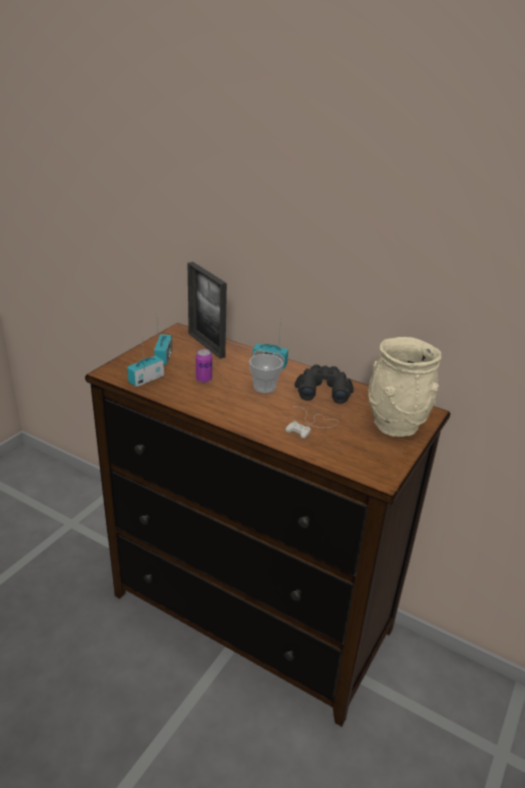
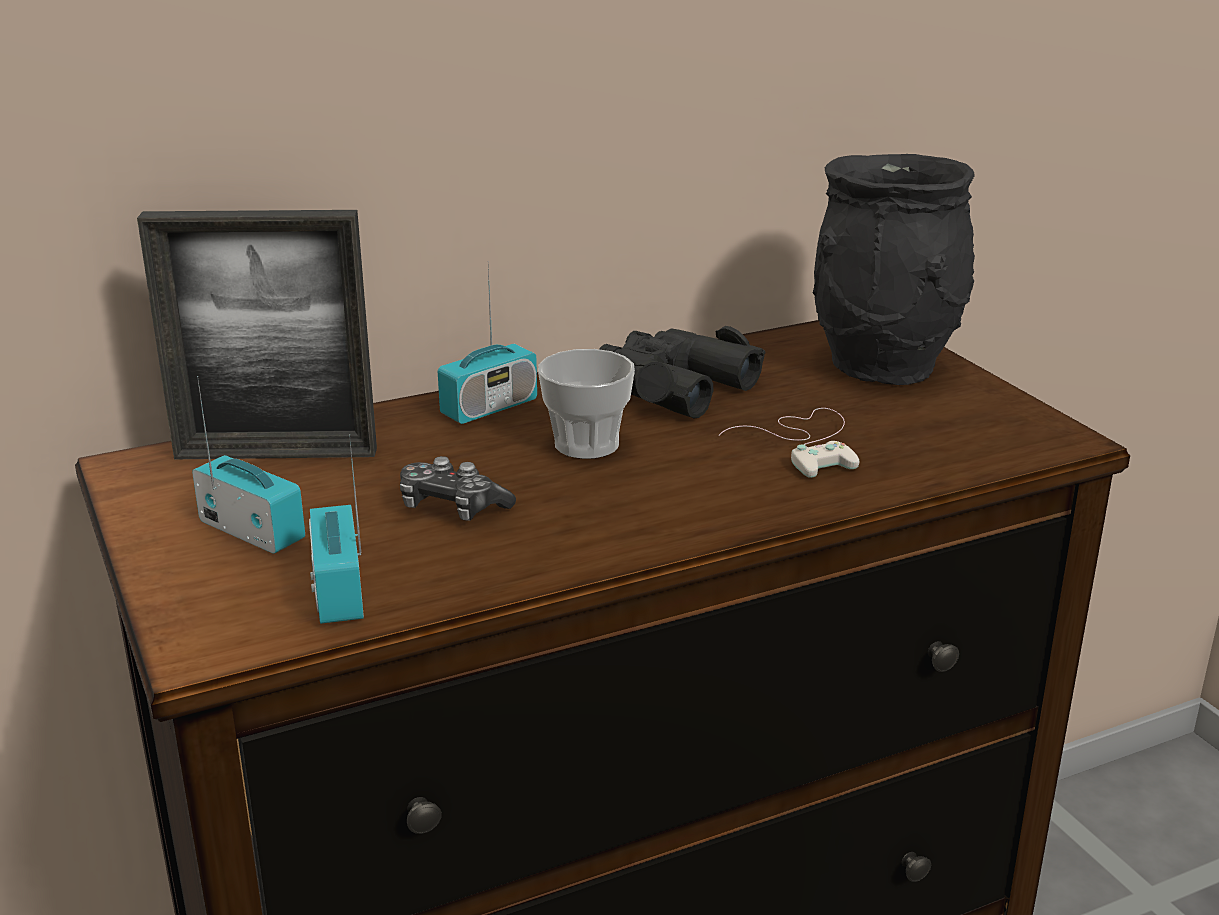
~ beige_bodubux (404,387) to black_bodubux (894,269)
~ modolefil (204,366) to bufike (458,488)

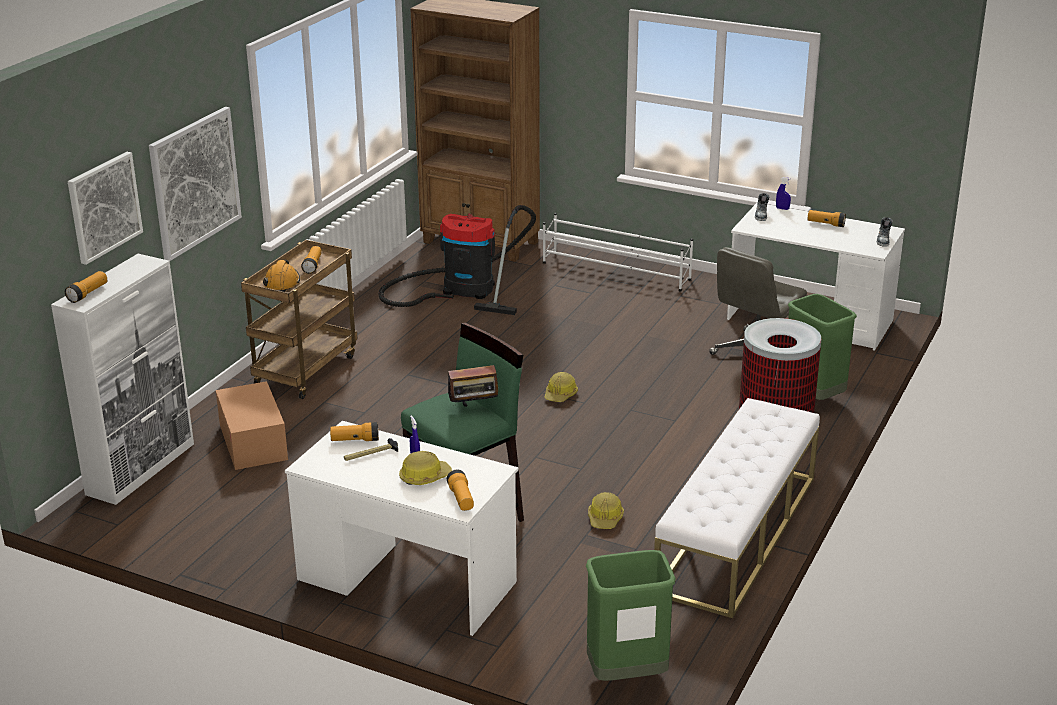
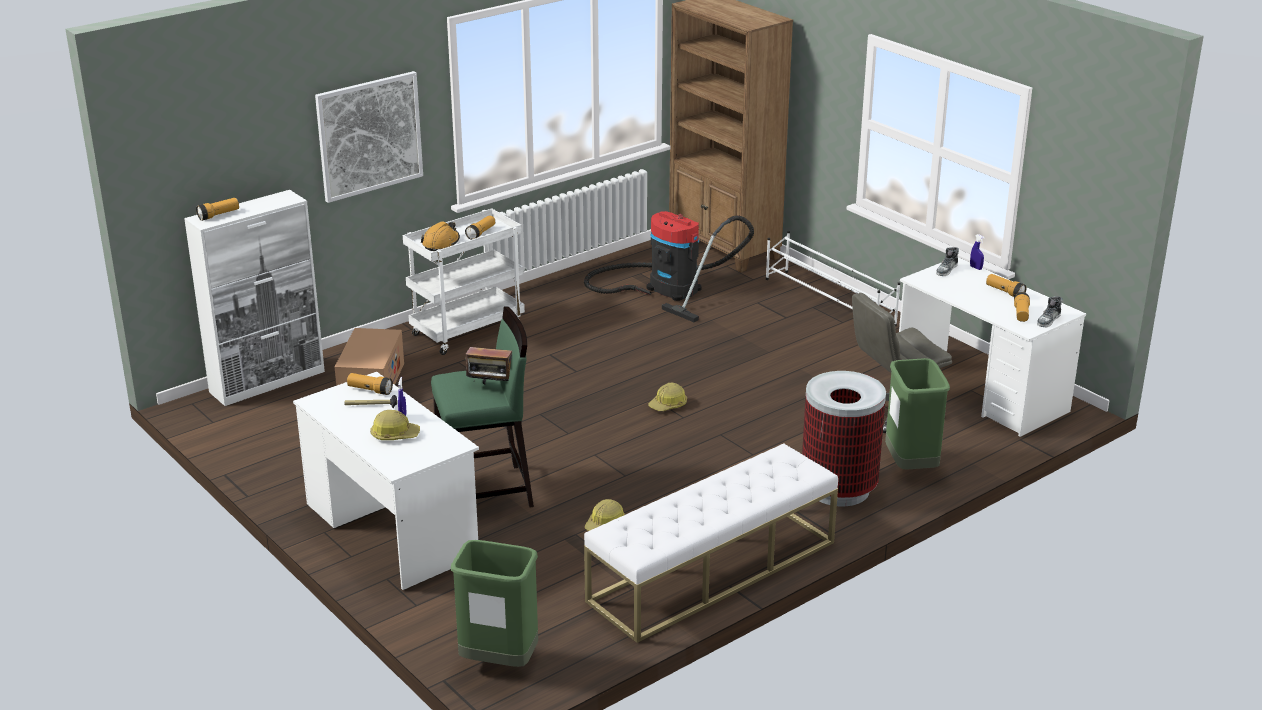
- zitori (105,208)
~ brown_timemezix (299,319) to white_timemezix (464,281)
~ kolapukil (460,490) to (1022,307)

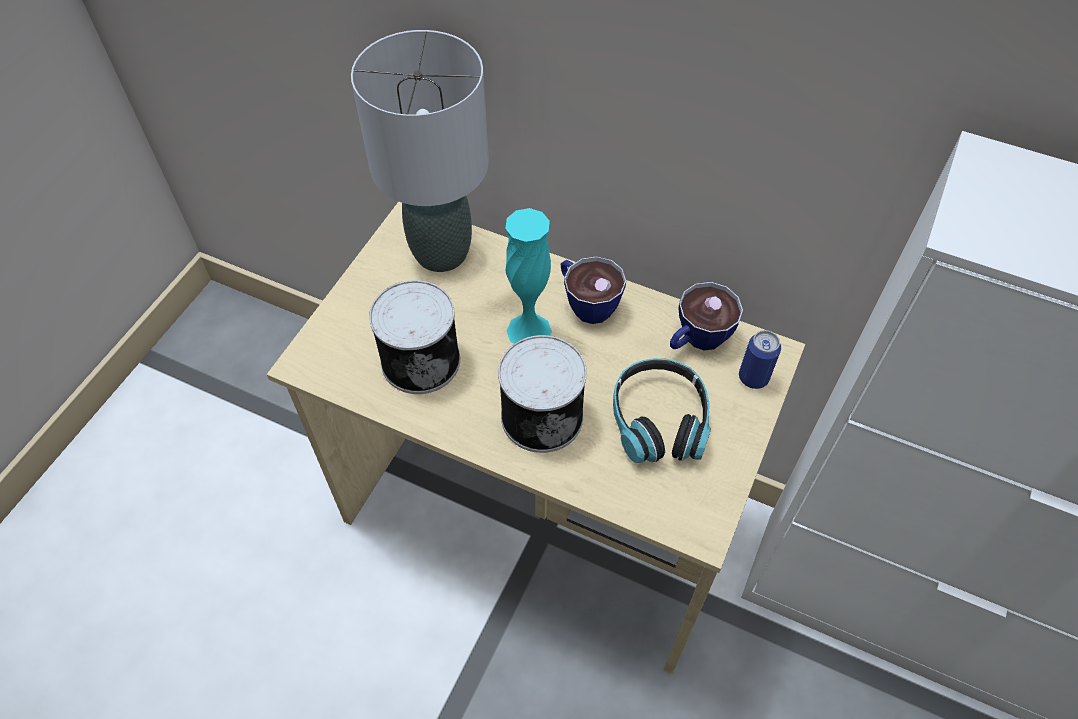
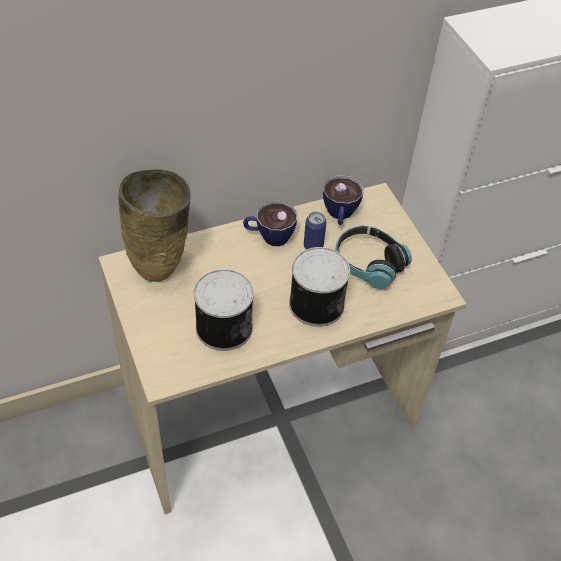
~ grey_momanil (420,151) to beige_bodubux (154,225)
- turquoise_bodubux (528,276)
~ modolefil (760,359) to (315,230)

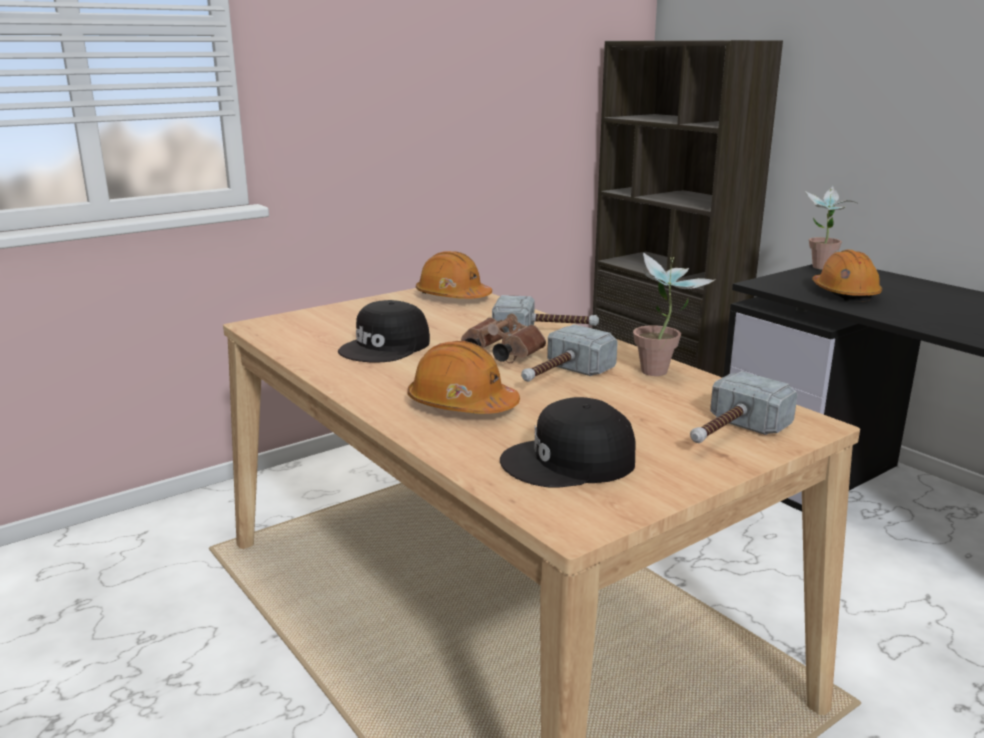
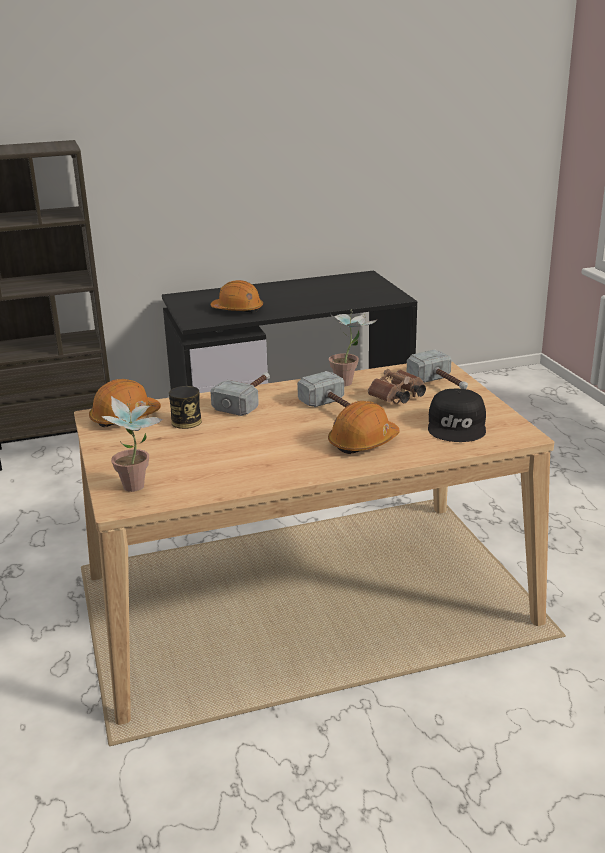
~ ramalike (831,228) to (132,444)
- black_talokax (384,331)
~ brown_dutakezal (503,338) to (397,386)
+ modolefil (185,407)

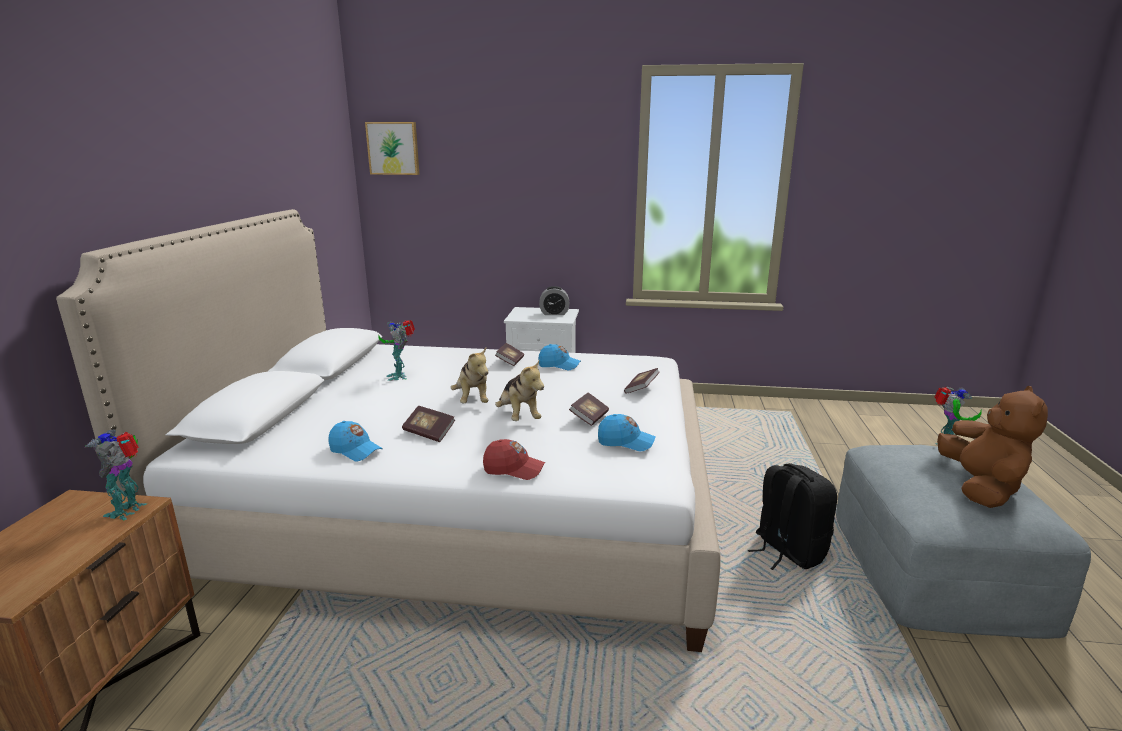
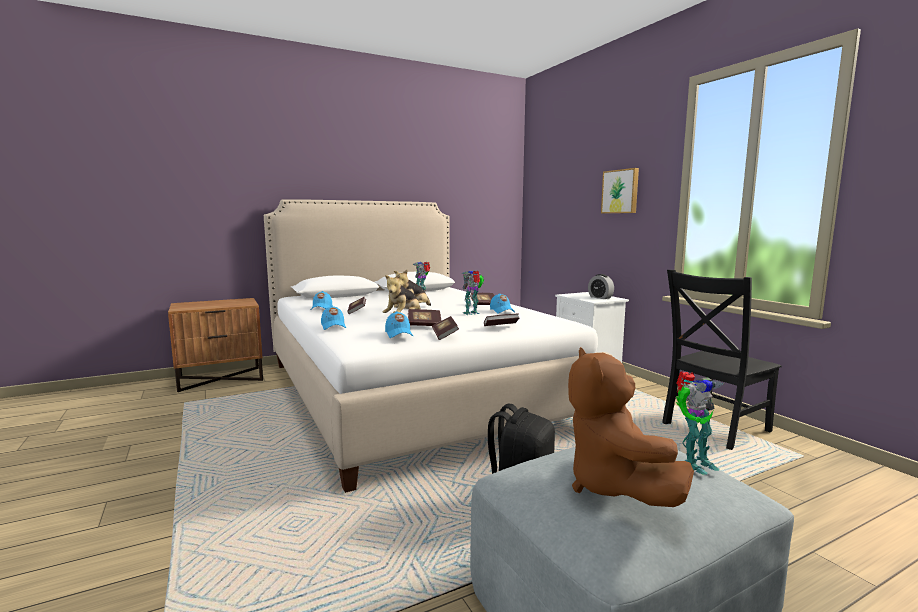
~ zitori (392,148) to (620,190)
~ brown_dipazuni (992,447) = (631,427) 105 degrees clockwise
~ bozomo (116,475) to (473,292)
~ red_talokax (514,459) to blue_talokax (333,318)
+ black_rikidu (722,360)
+ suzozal (445,328)

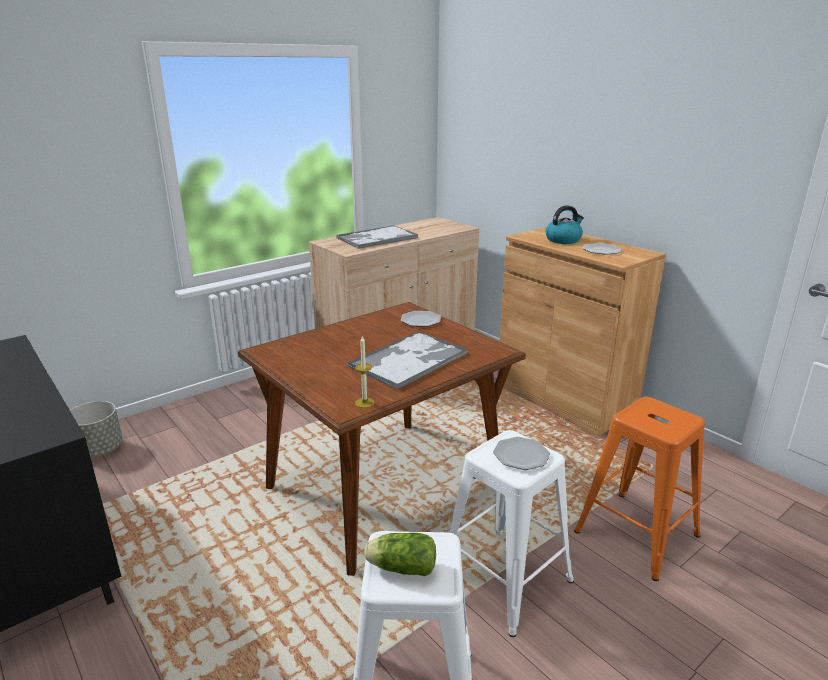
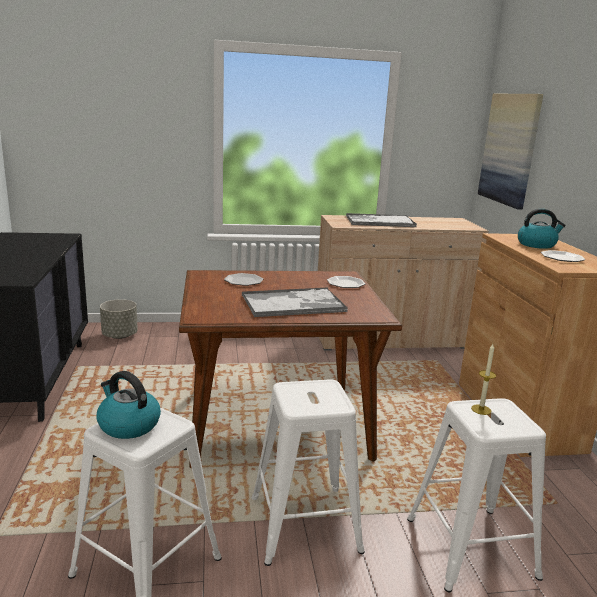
~ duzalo (365,371) to (483,379)
~ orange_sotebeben (639,489) to white_sotebeben (476,495)
~ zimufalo (521,453) to (243,279)
~ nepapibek (400,554) to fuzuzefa (128,405)
+ zitori (510,152)

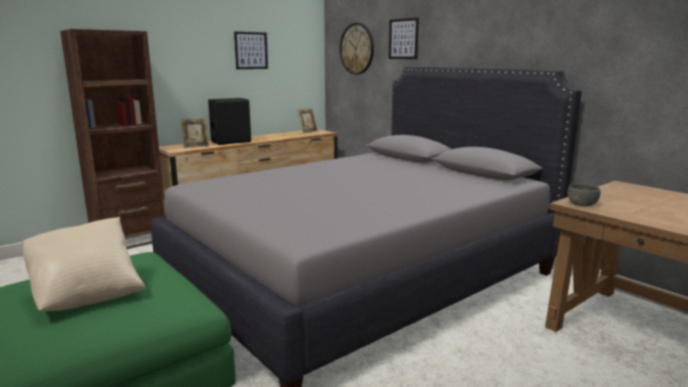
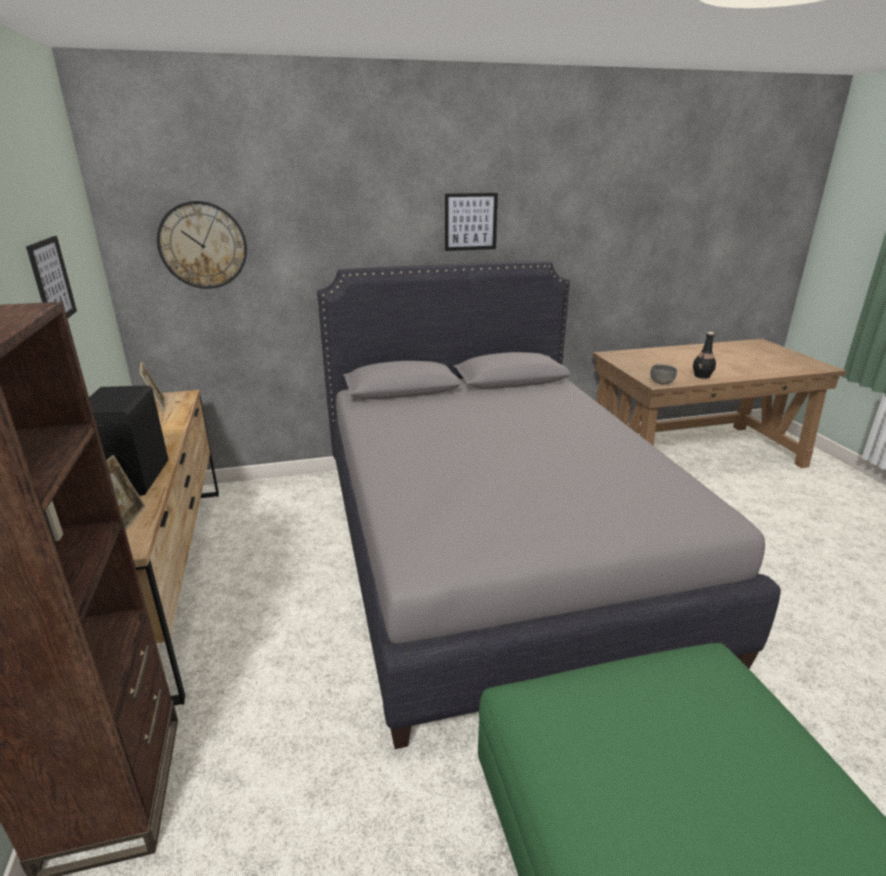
~ zitori (404,38) to (471,222)
- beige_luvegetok (84,264)
+ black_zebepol (704,355)

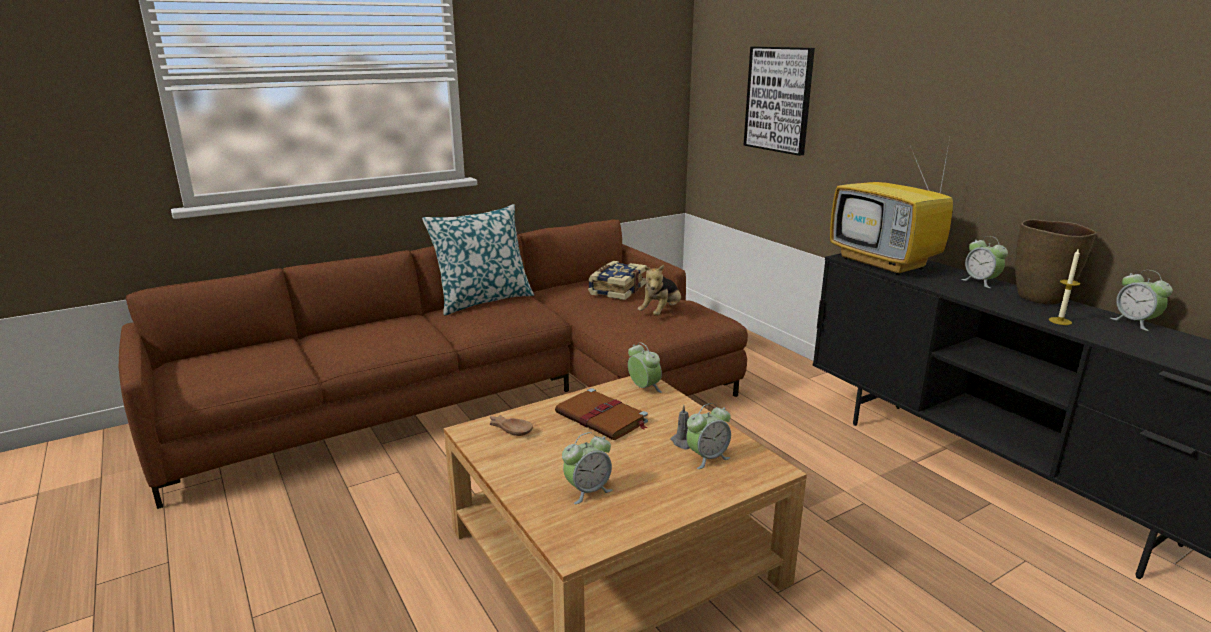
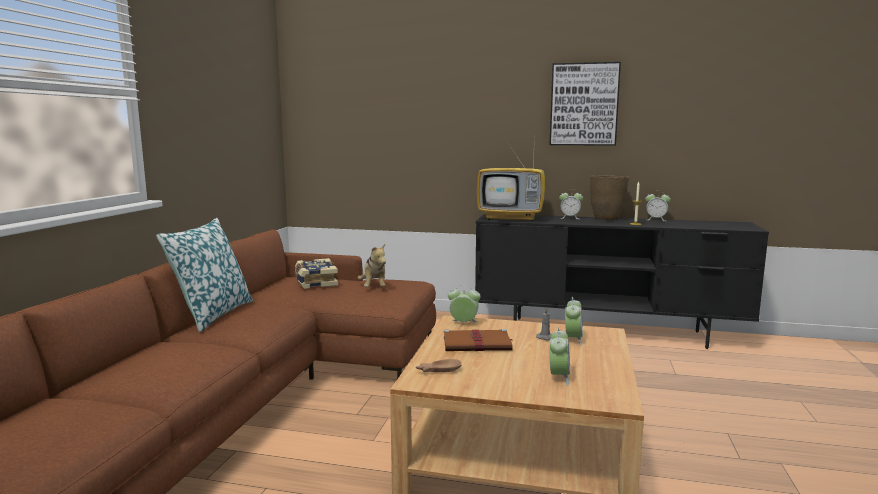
~ zitori (779,101) to (585,104)

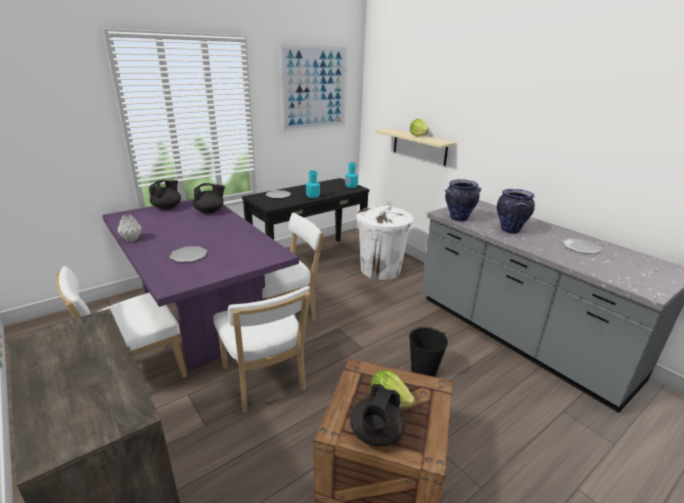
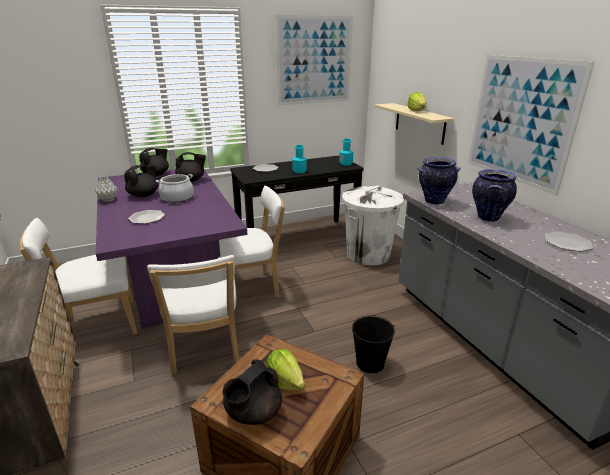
+ zitori (531,125)
+ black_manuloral (141,181)
+ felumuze (175,188)

